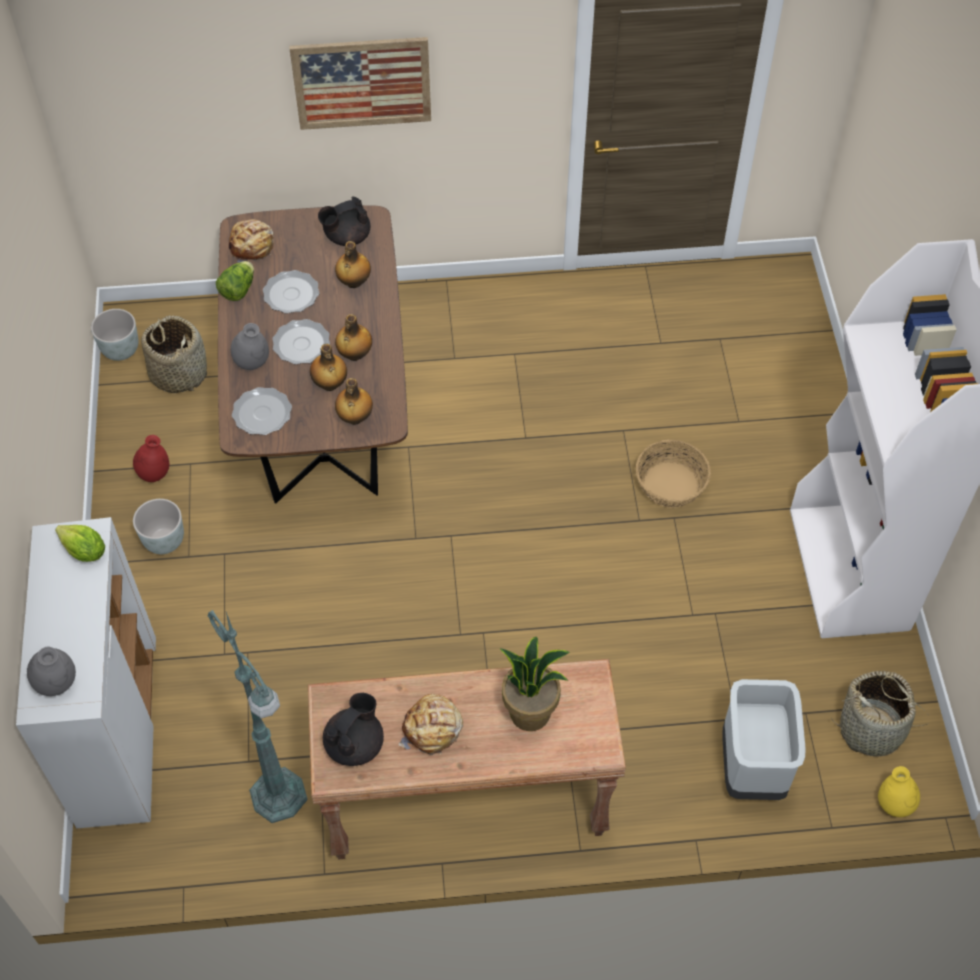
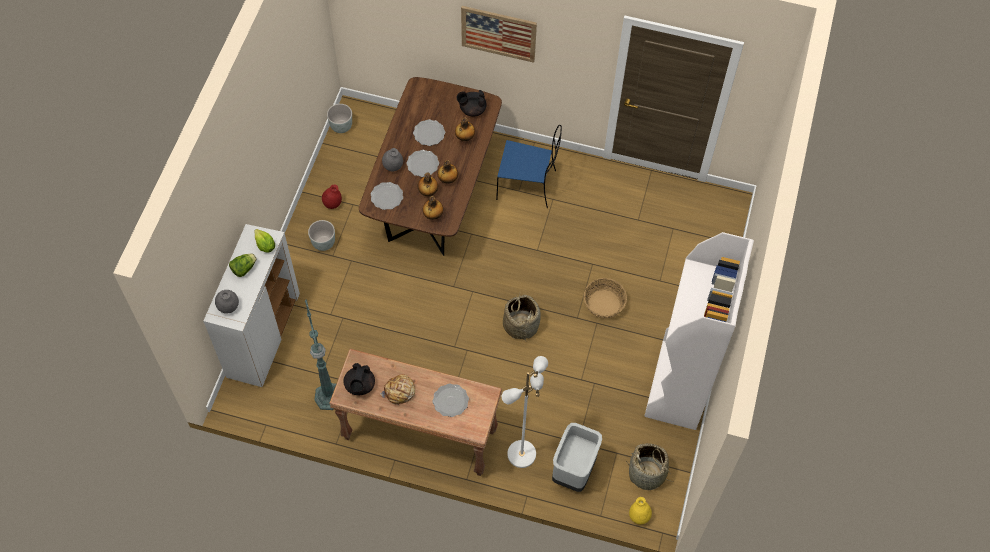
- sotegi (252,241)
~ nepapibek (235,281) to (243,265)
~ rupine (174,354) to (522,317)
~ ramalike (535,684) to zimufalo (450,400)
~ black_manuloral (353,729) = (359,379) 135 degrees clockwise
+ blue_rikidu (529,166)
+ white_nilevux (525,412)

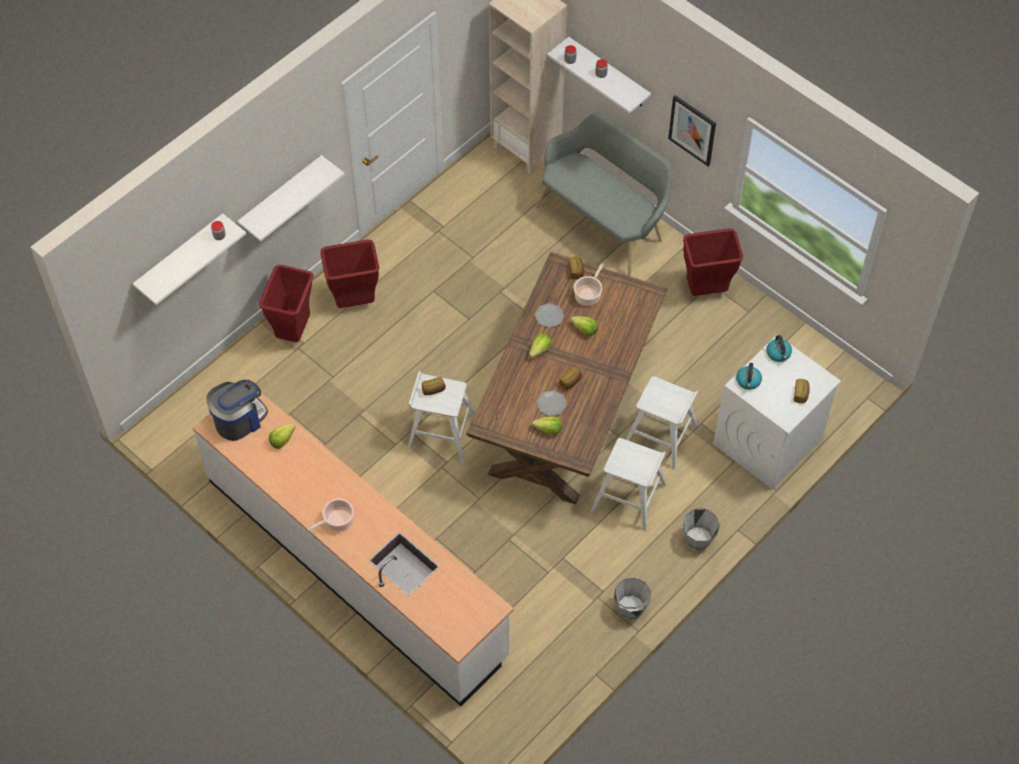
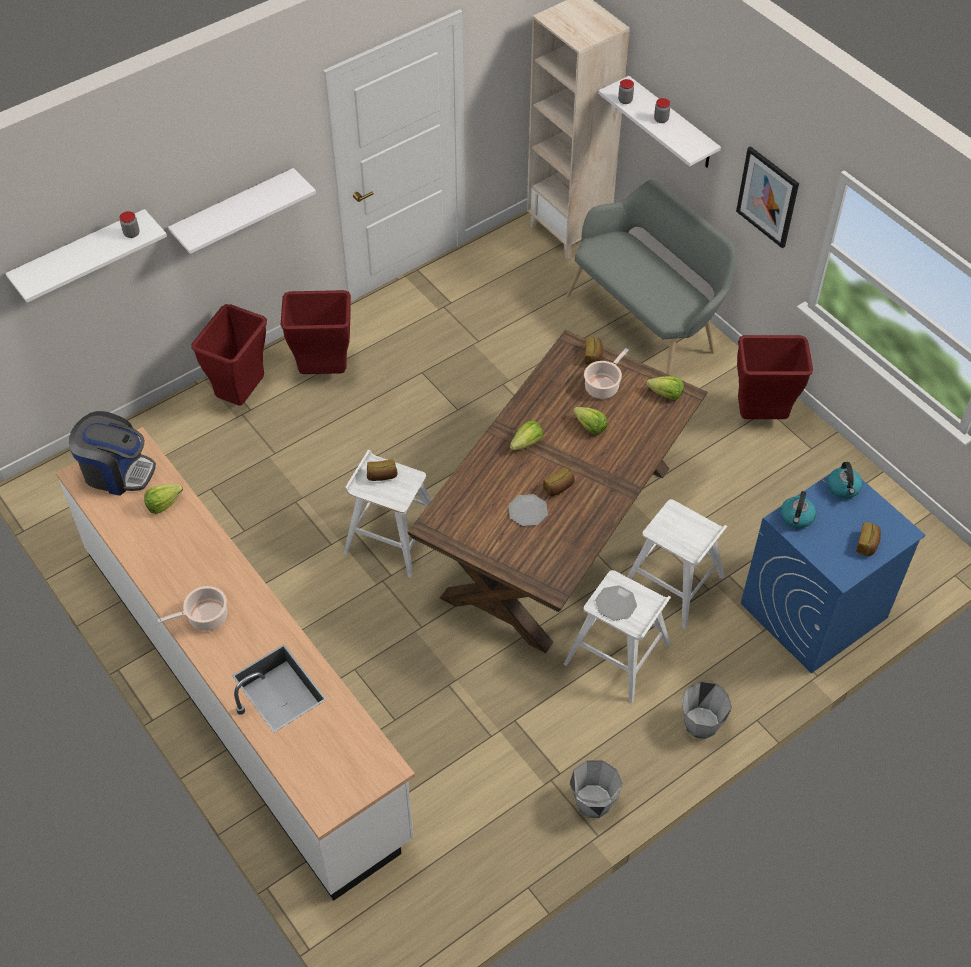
~ zimufalo (549,315) to (616,602)
~ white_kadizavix (777,412) to blue_kadizavix (833,570)
~ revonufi (237,410) = (112,453) 45 degrees clockwise
~ nepapibek (547,425) to (665,388)

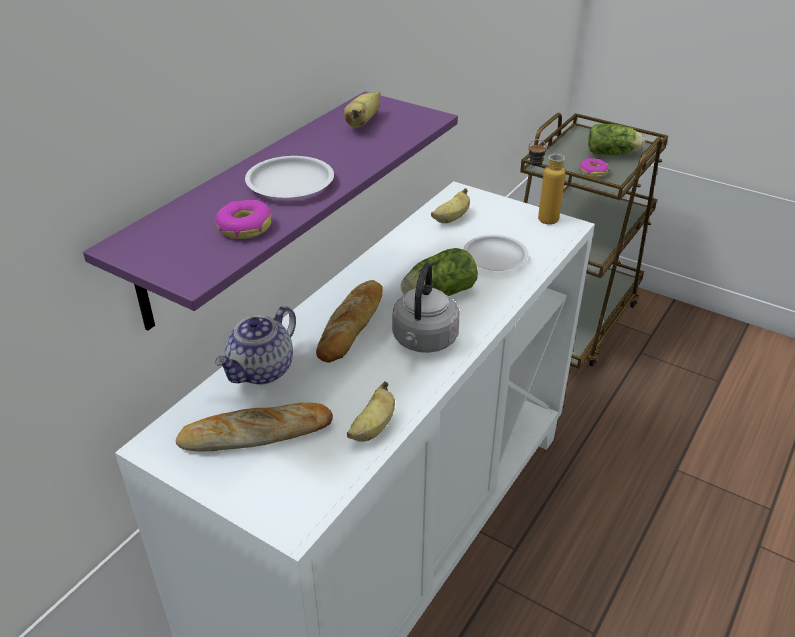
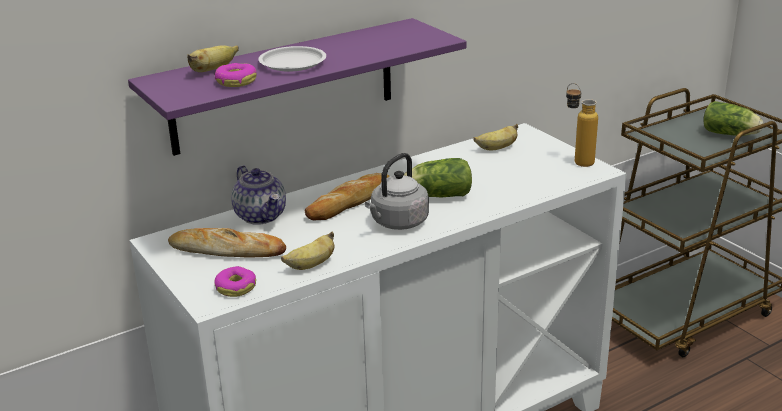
~ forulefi (362,109) to (212,58)
~ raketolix (593,168) to (235,281)
- white_zimufalo (496,253)
~ manuloral (255,345) = (258,195) 90 degrees counterclockwise

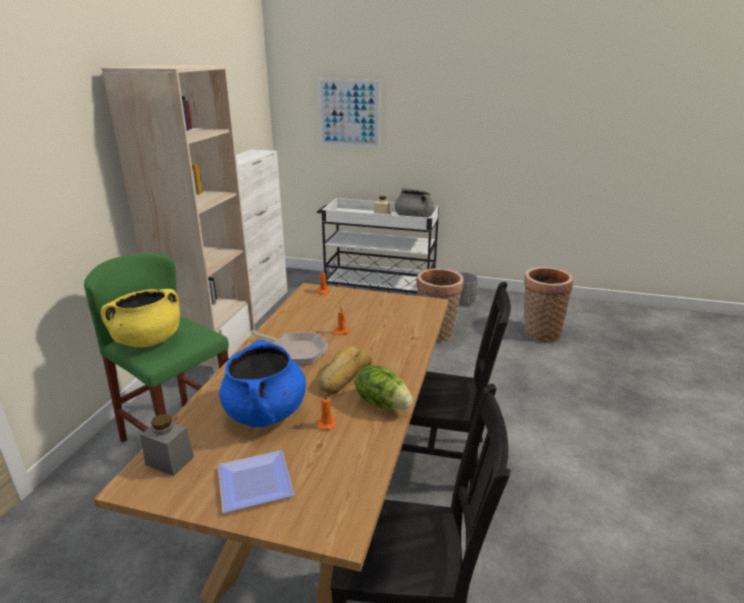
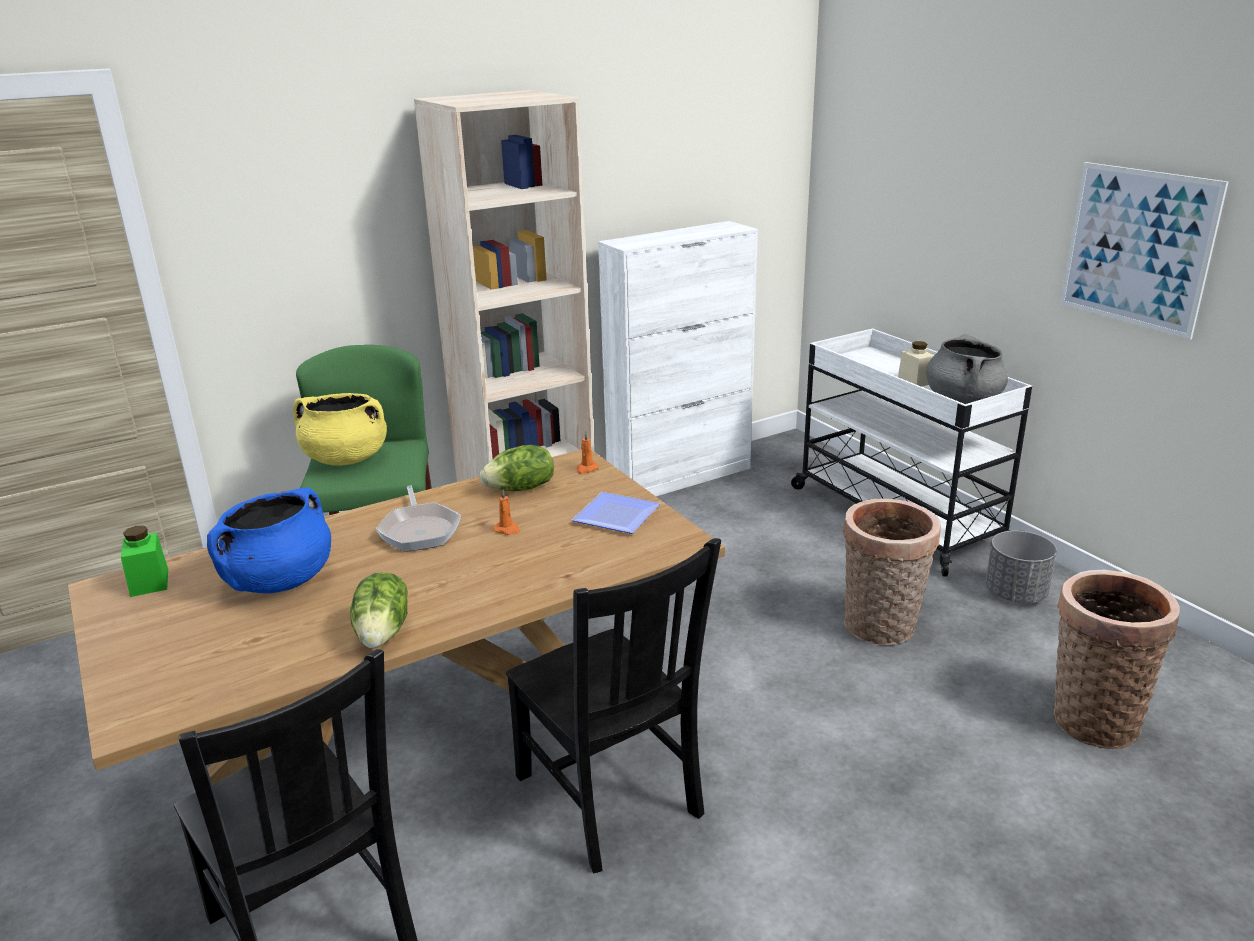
~ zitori (349,113) to (1144,251)
- sotegi (345,370)
- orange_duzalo (327,411)
~ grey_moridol (167,445) to green_moridol (144,561)
~ zimufalo (256,481) to (616,513)
+ nepapibek (517,468)

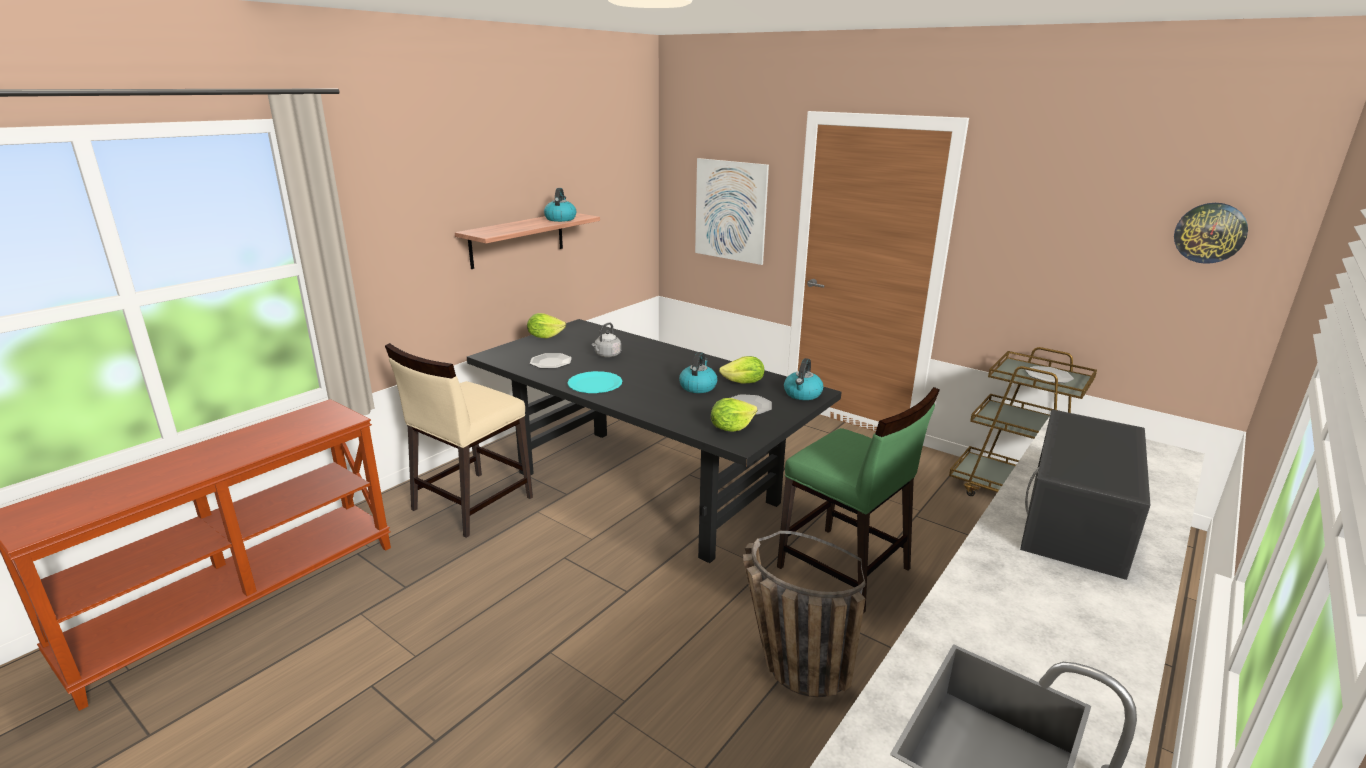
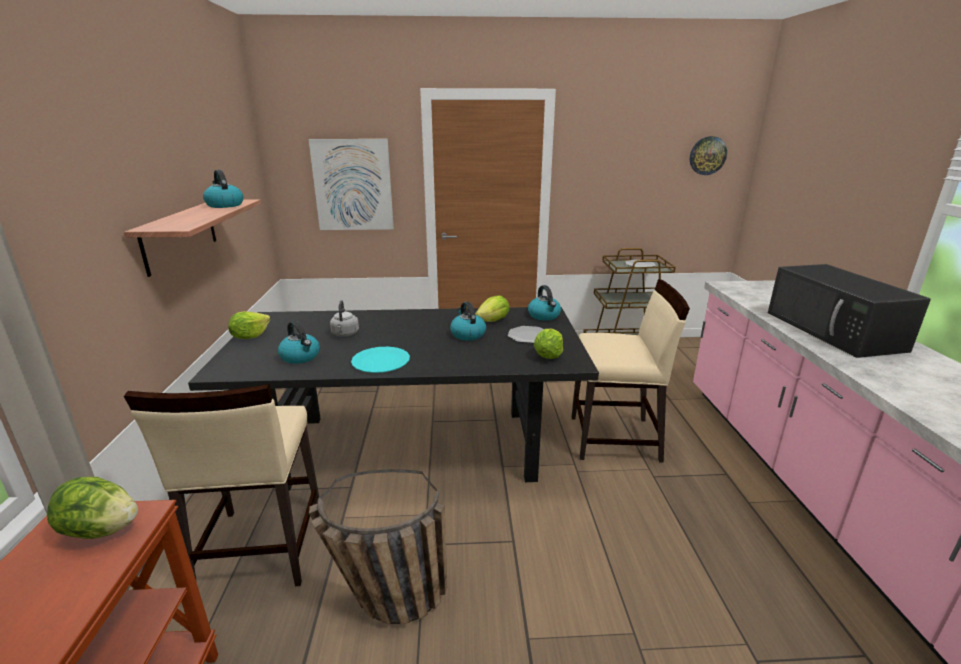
~ zimufalo (551,360) to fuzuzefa (299,342)
~ green_rikidu (858,500) to beige_rikidu (630,371)
~ rupine (804,614) to (378,546)
+ nepapibek (92,508)

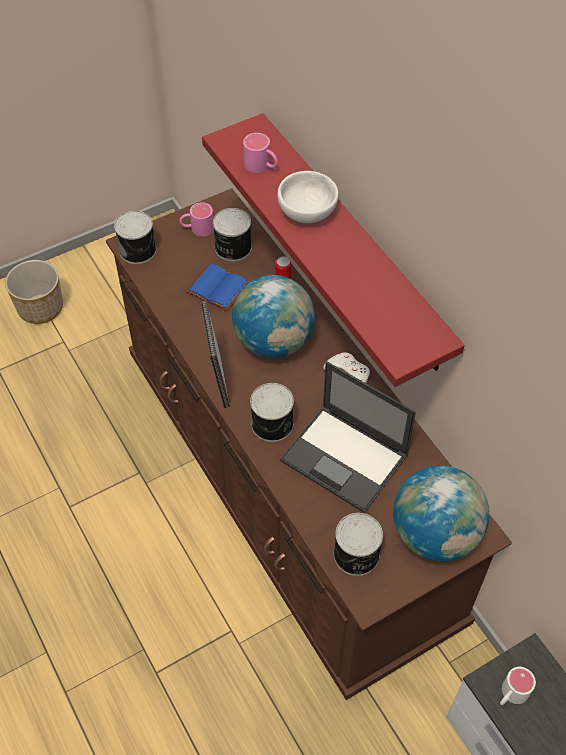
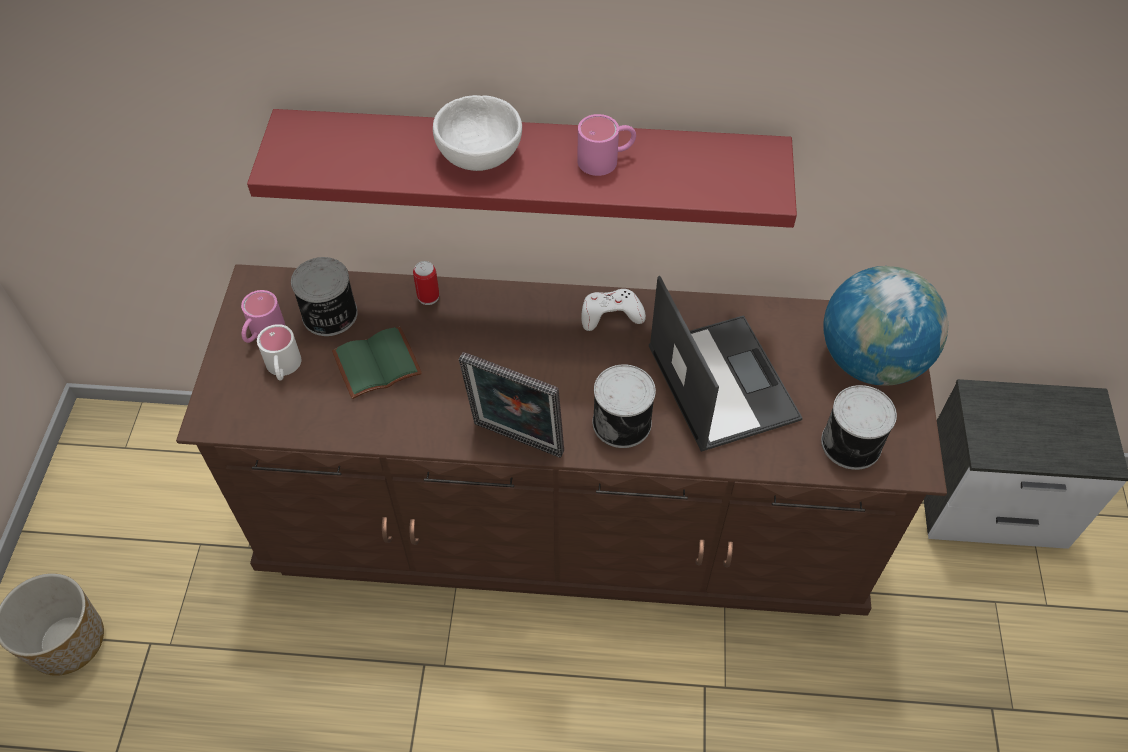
~ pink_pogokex (260,153) to (606,145)
- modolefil (135,237)
~ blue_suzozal (218,287) to green_suzozal (377,363)
- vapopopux (273,316)
~ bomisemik (348,437) = (726,364) 90 degrees counterclockwise
~ white_pogokex (518,686) to (279,352)

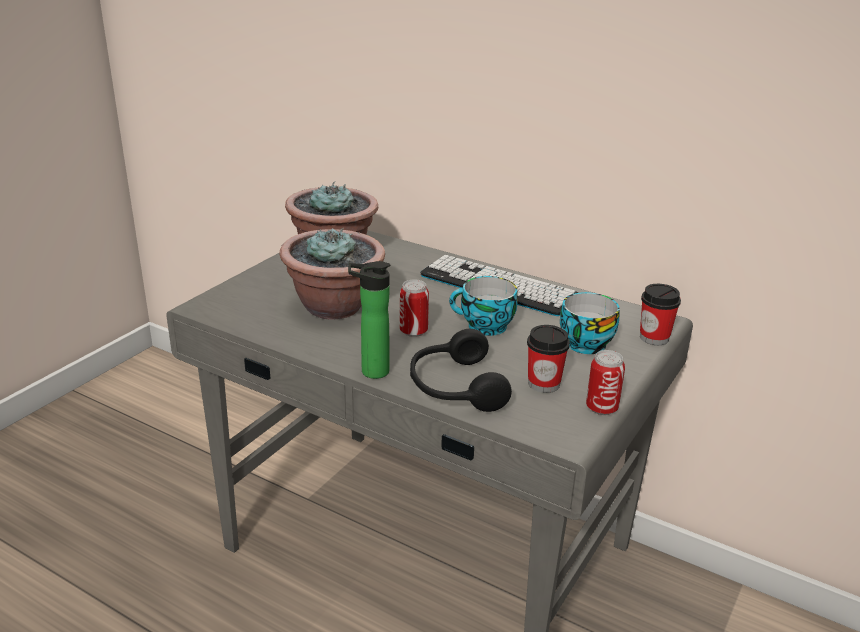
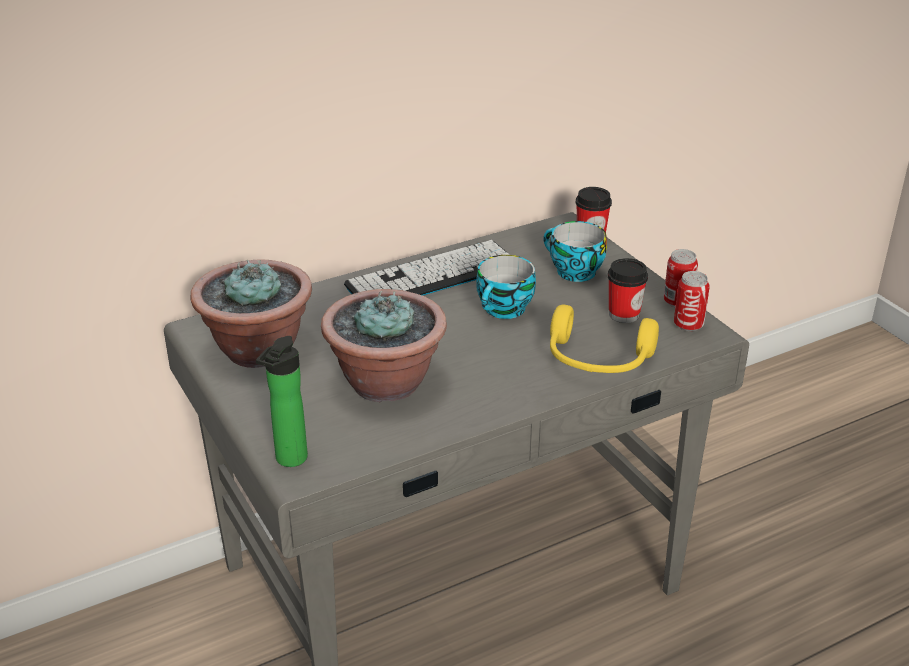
~ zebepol (369,320) to (282,401)
~ modolefil (414,308) to (692,301)
~ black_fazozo (461,370) to yellow_fazozo (604,339)

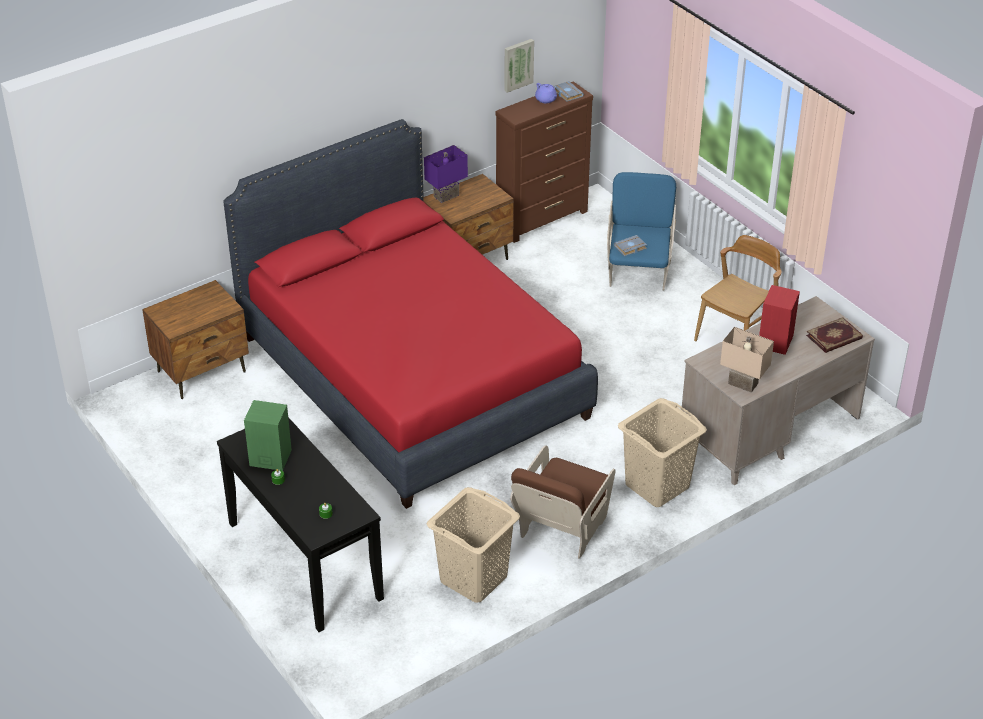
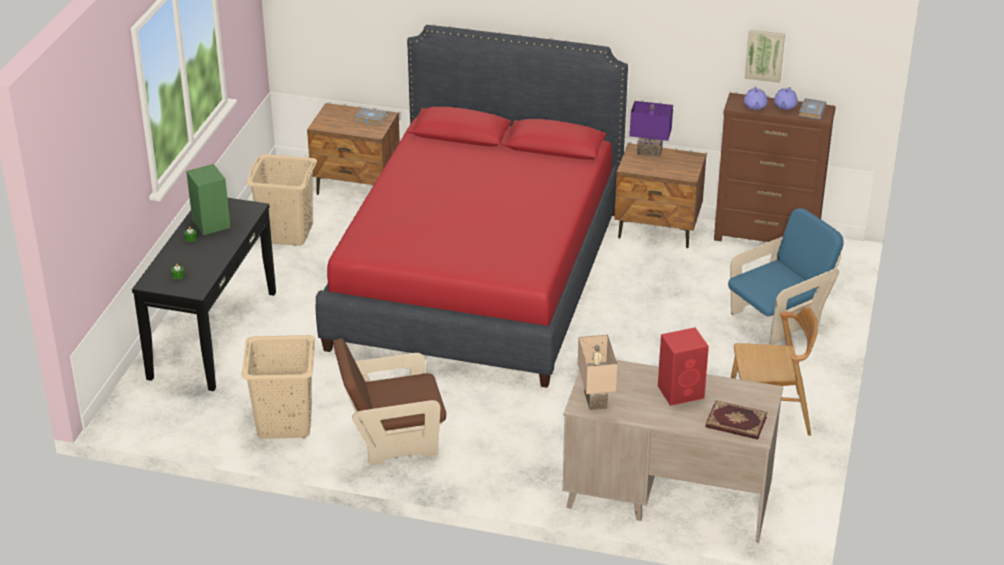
~ grey_suzozal (630,245) to (371,116)
~ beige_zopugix (662,452) to (281,200)
+ purple_manuloral (756,98)

